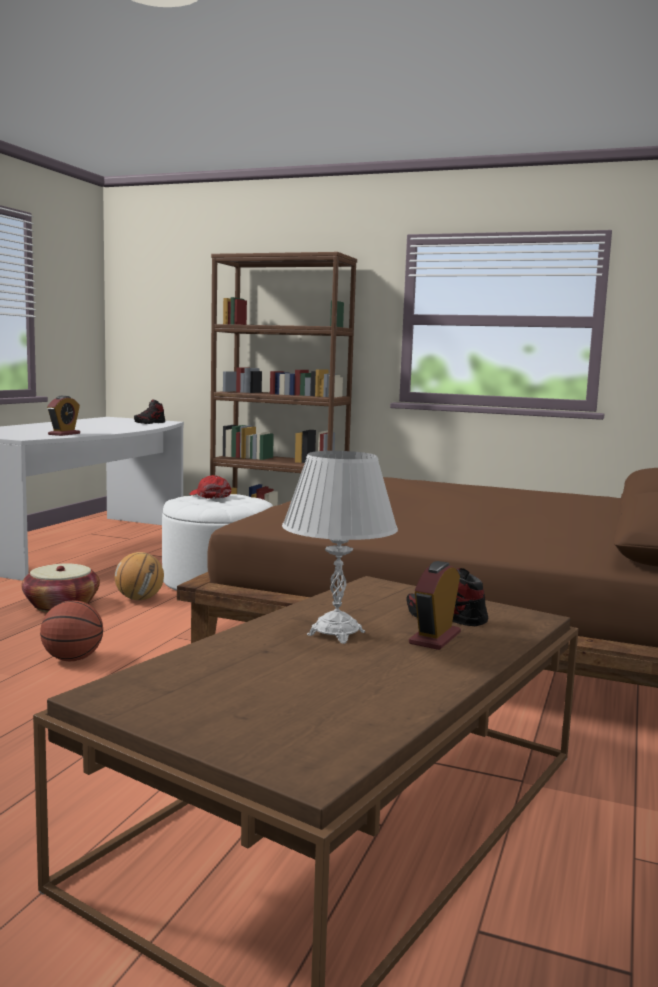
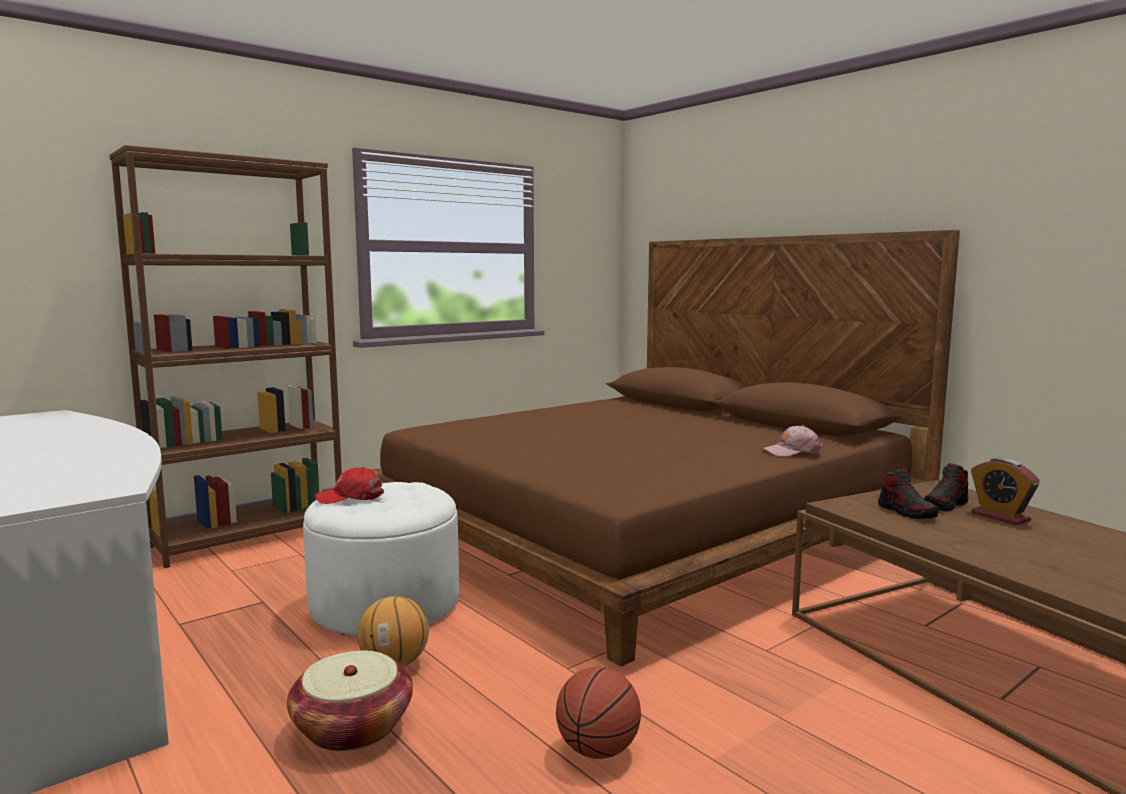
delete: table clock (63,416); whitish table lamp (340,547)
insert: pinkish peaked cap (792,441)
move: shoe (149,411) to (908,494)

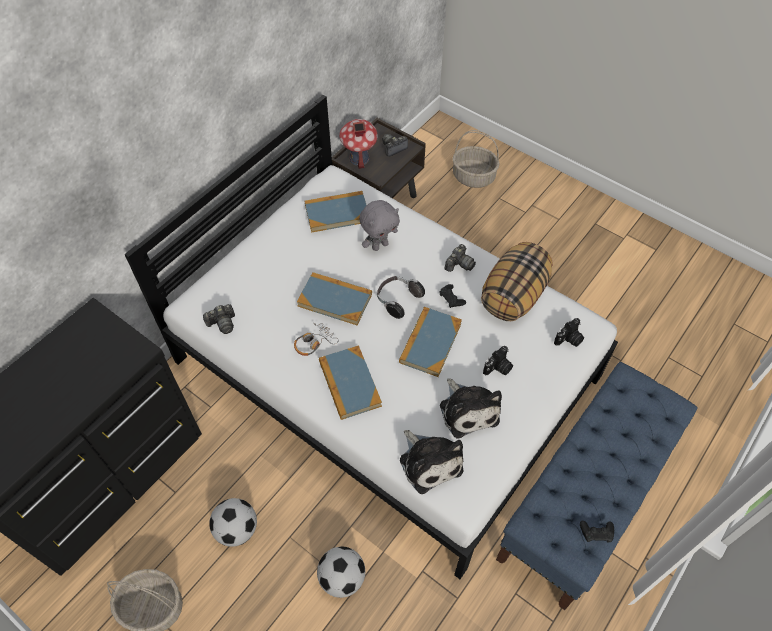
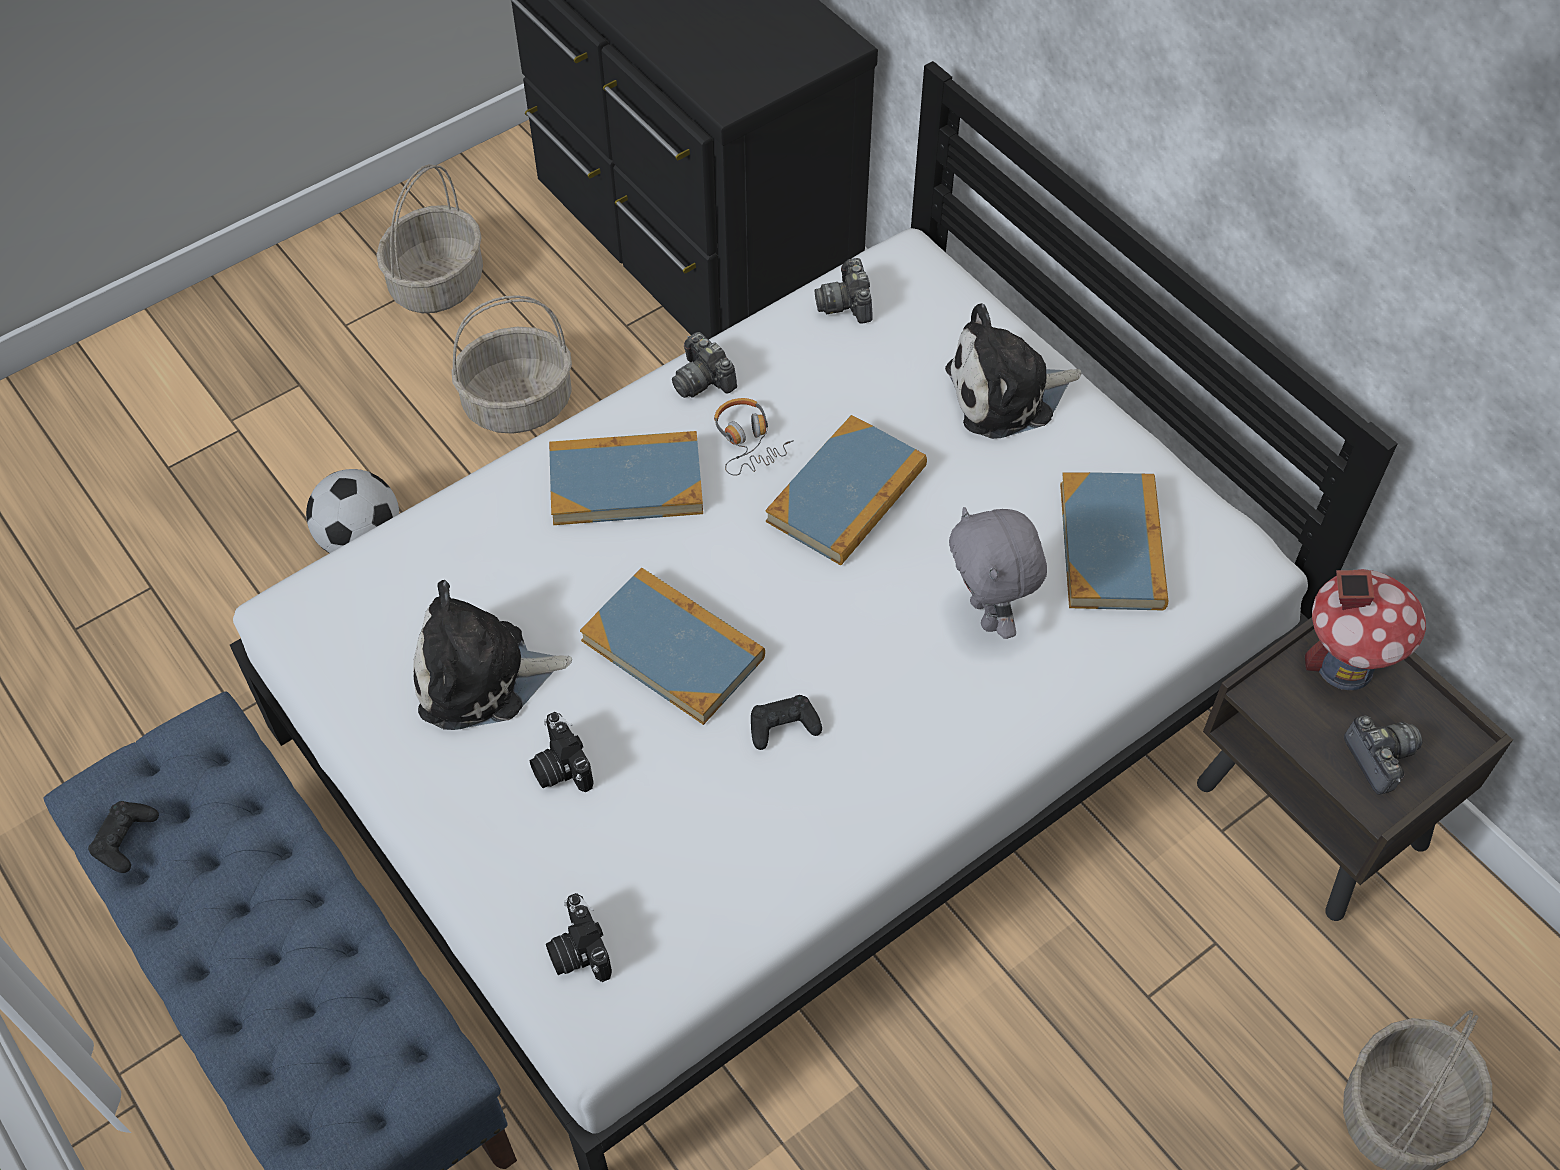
delete: headset (401,297); throw pillow (517,281)
move: soft toy (431,462) to (1013,371); photo camera (460,258) to (704,365)
replace: football ball (233,522) to basket (512,364)

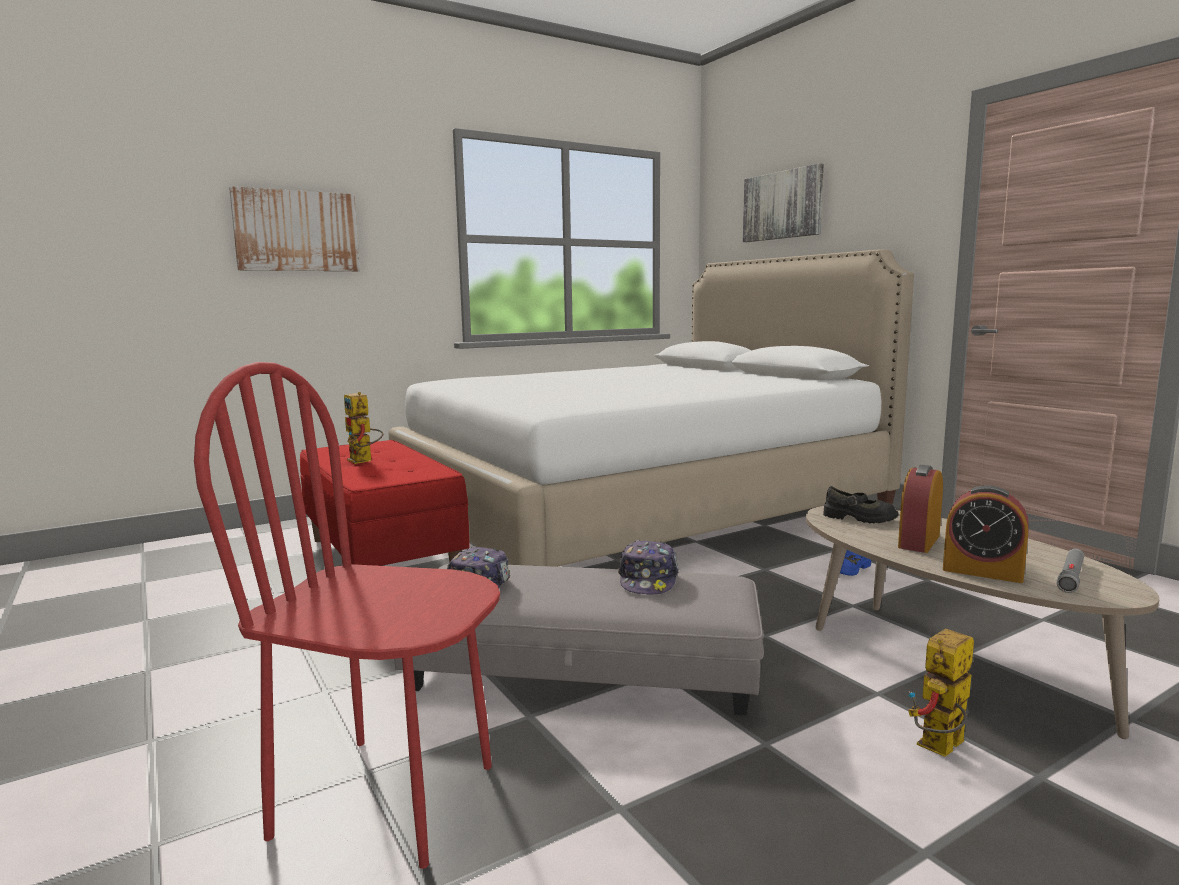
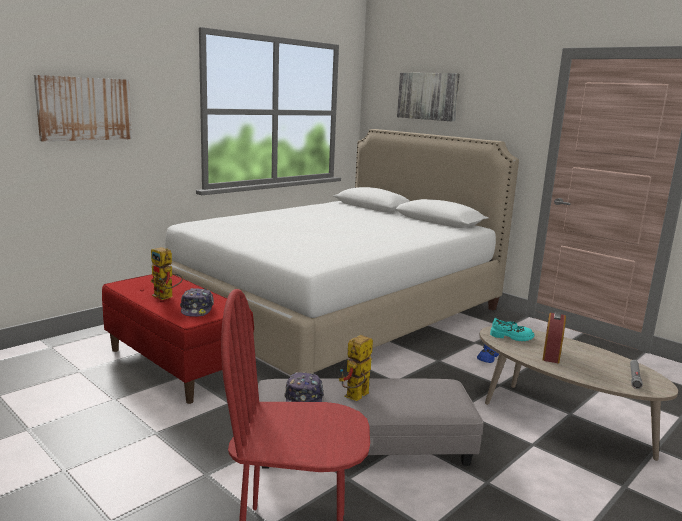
delete: table clock (986,534)
move: peaked cap (648,567) to (197,302); toy robot (941,693) to (356,368)
recolor: blackish shoe (860,505) to turquoise shoe (512,329)

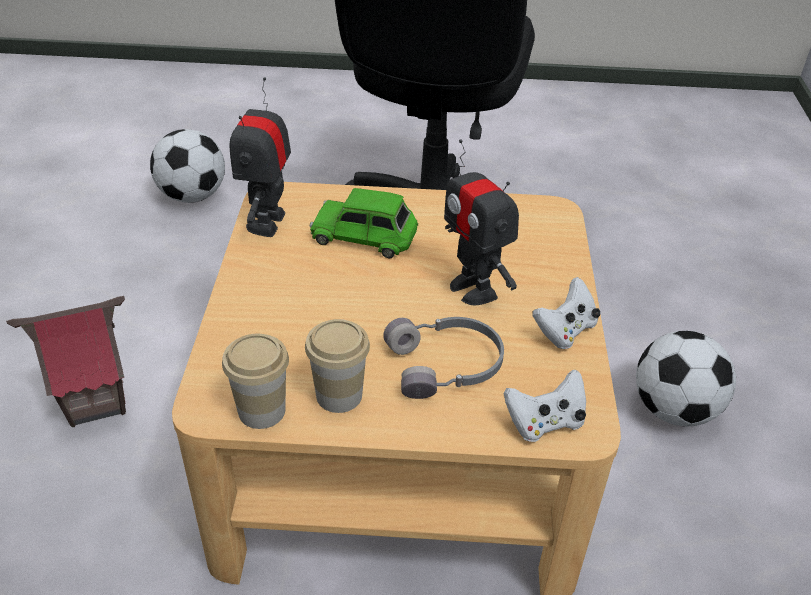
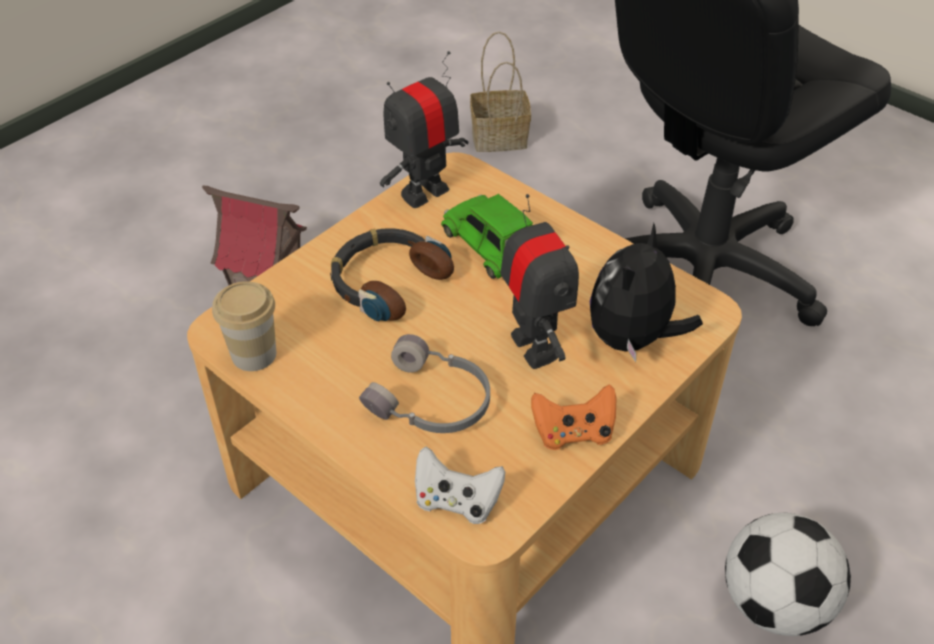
delete: cup (337,366)
insert: headset (392,275); soft toy (646,292)
replace: football ball (187,166) to basket (500,91)
recolor: whitish joypad (566,313) to orange-coloured joypad (573,417)
rotate: toy robot (481,222) = (540,281) 150 degrees clockwise

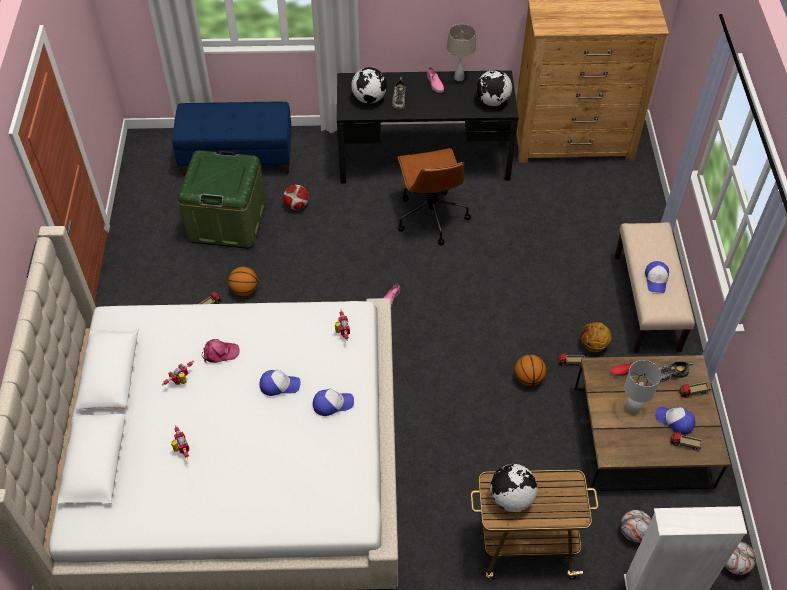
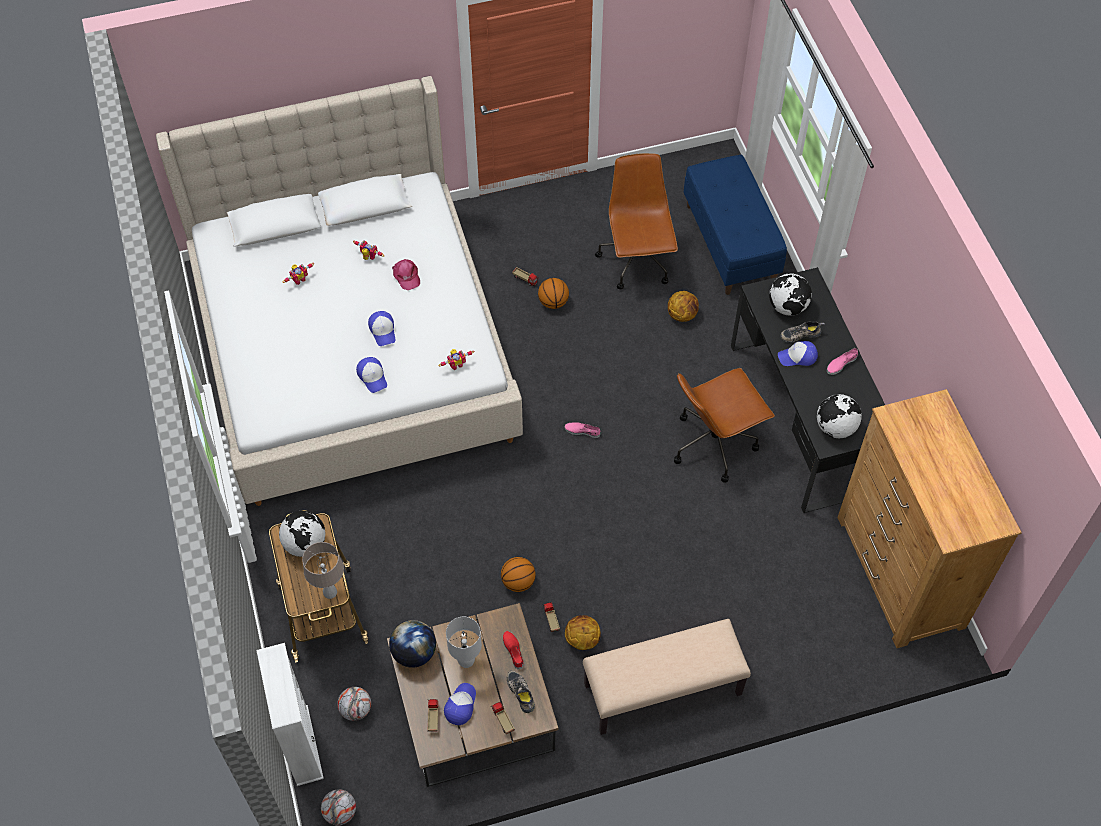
insert: globe (412,644)
move: sand-coloured table lamp (461,52) to (323,570); peaked cap (657,277) to (798,353)
replace: greenish storage container (222,199) to brown computer chair (636,221); football ball (295,197) to ball for basketball (683,306)

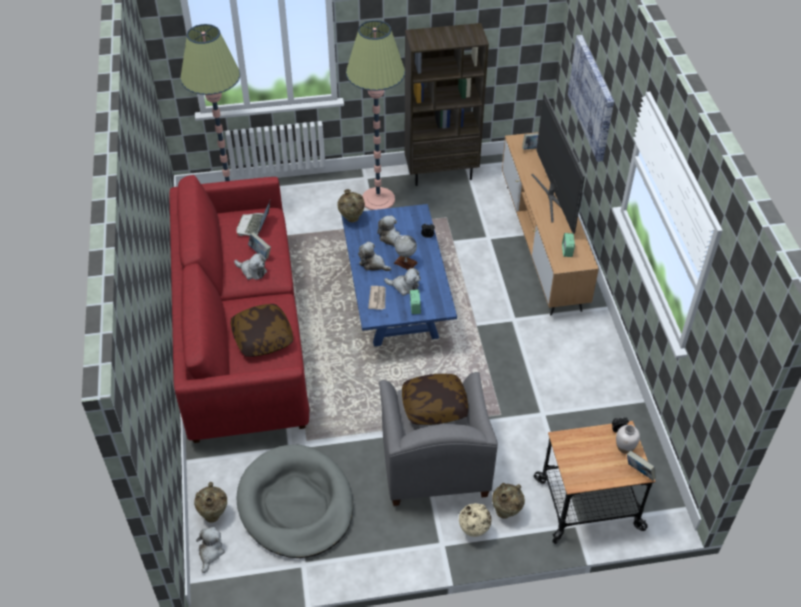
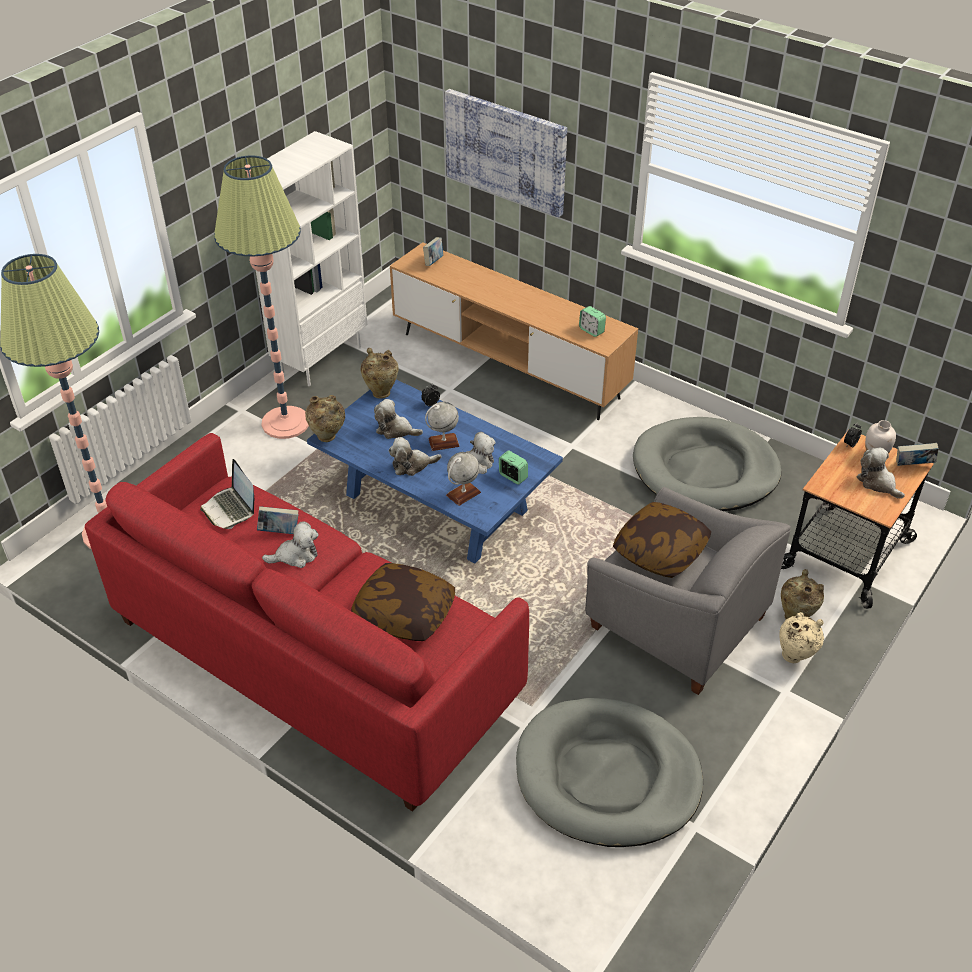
delete: TV set (558,163)
insert: greyish dog cushion (707,464)
move: sand-coloured vase (210,502) to (380,373); soft toy (210,550) to (881,473)
replace: newspaper (377,298) to globe (463,479)
recolor: brown bookshelf (447,104) to whitish bookshelf (311,258)

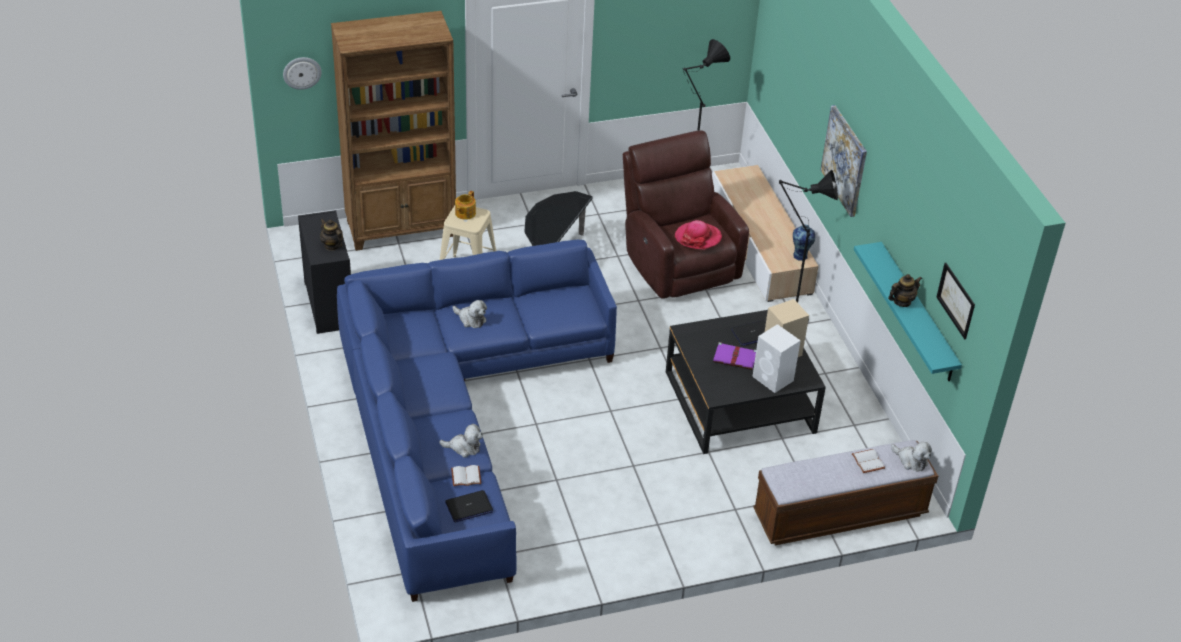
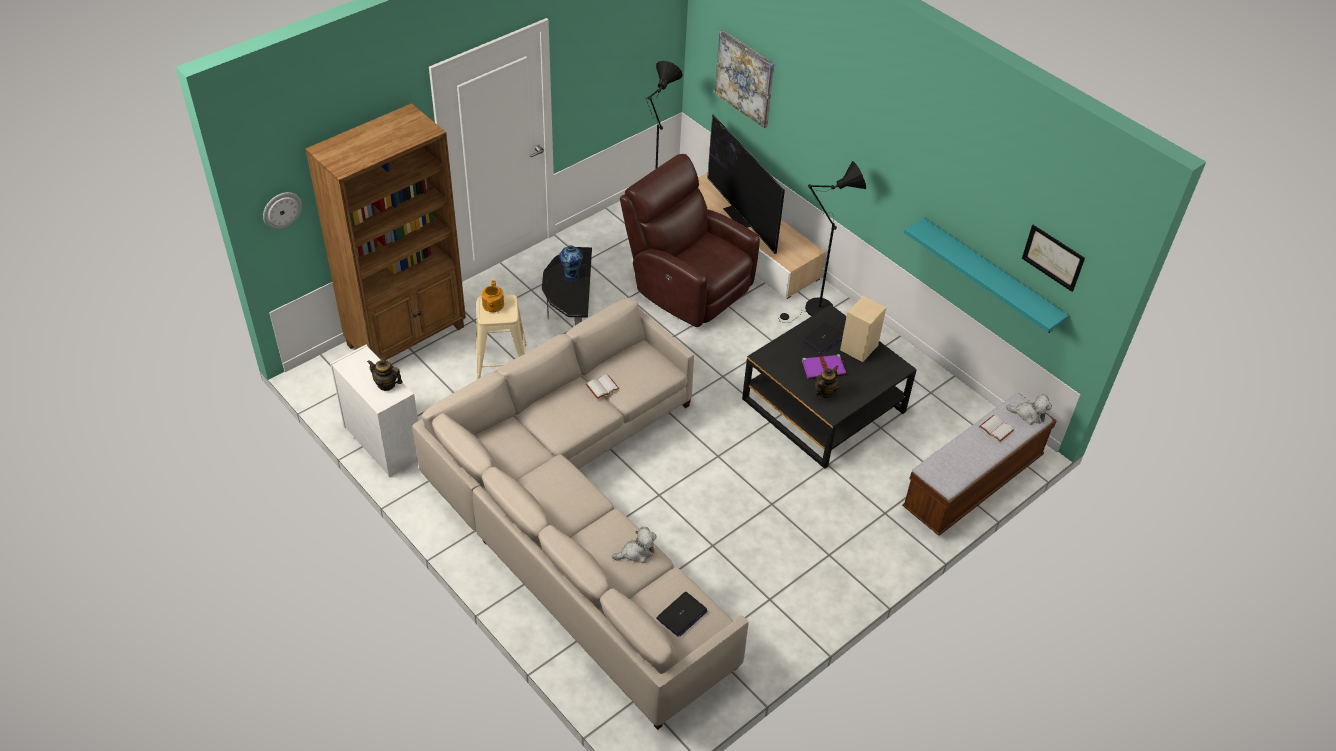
delete: soft toy (470,314); clothing hat (698,234); whitish speaker (776,358)
insert: TV set (746,184)
move: whitish bound book (466,475) to (602,386); vase (804,243) to (571,263); picture (843,161) to (744,79); tea pot (905,290) to (827,381)
recolor: blackish chest of drawers (324,272) to whitish chest of drawers (374,411); blue couch (477,420) to sand-coloured couch (580,513)

